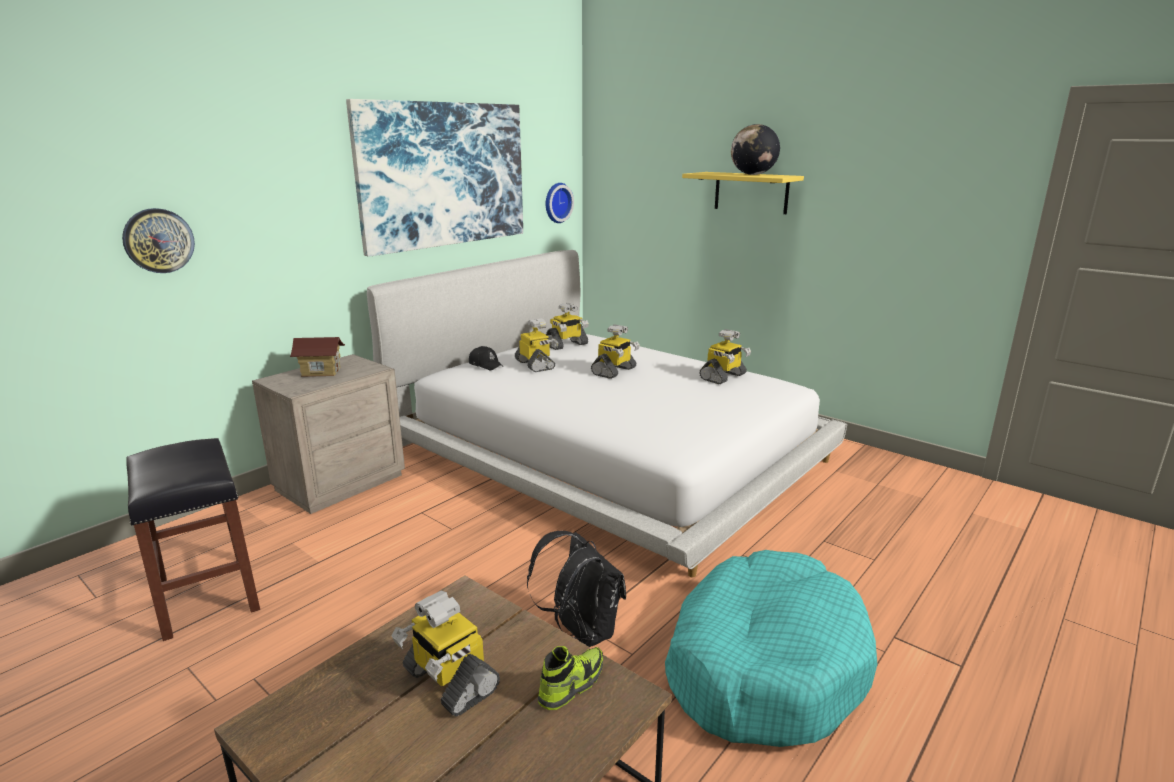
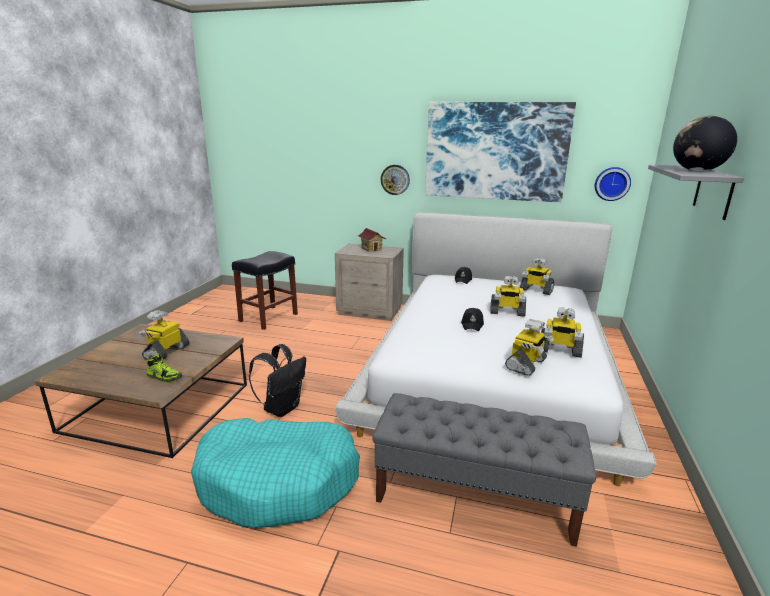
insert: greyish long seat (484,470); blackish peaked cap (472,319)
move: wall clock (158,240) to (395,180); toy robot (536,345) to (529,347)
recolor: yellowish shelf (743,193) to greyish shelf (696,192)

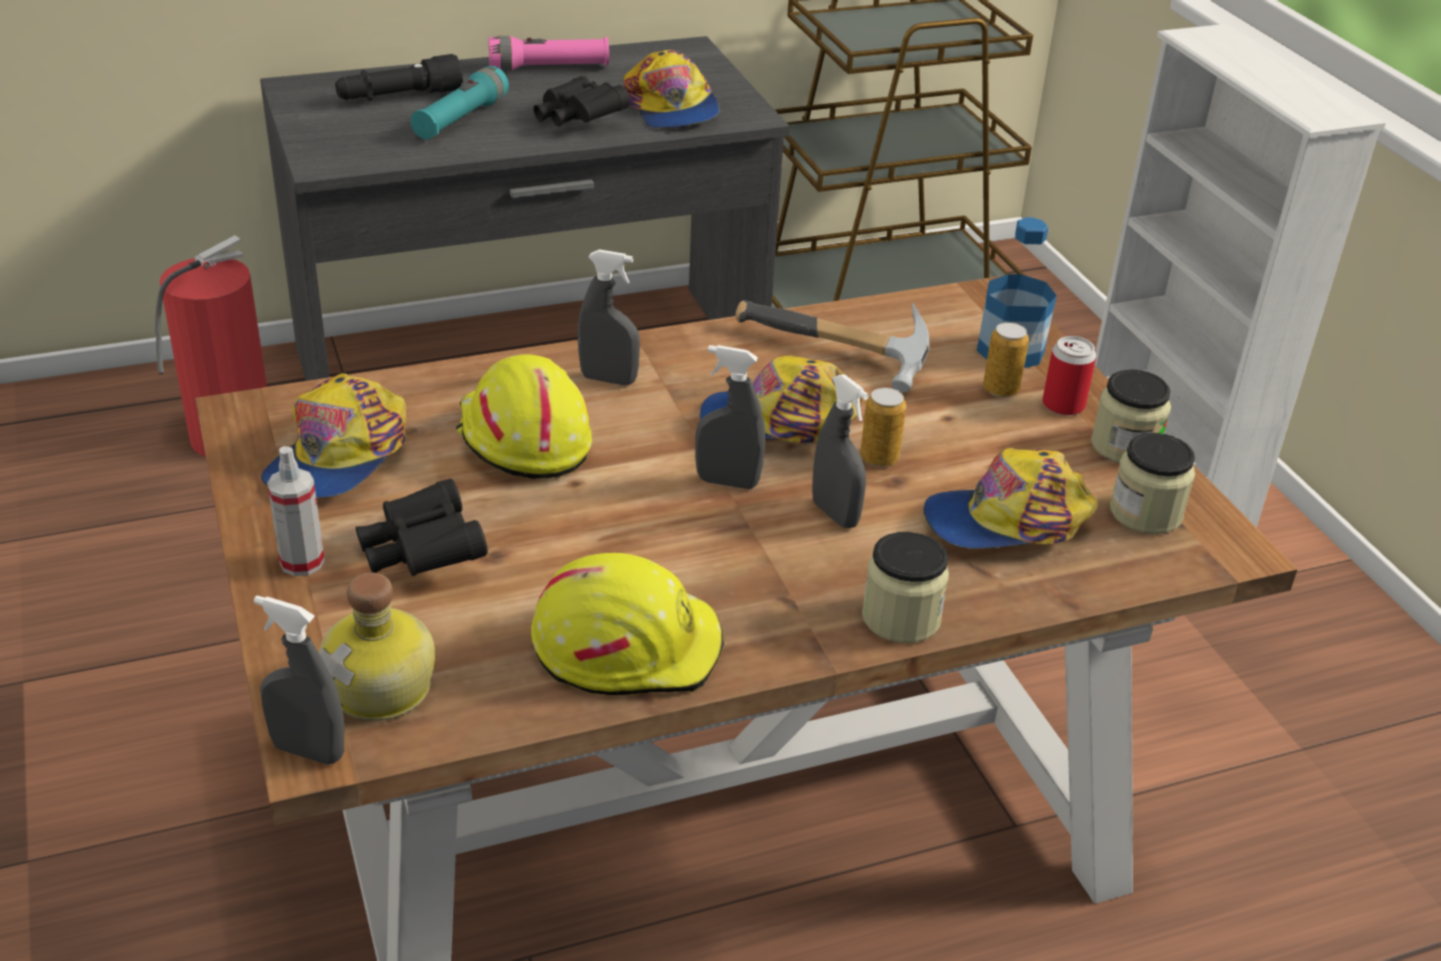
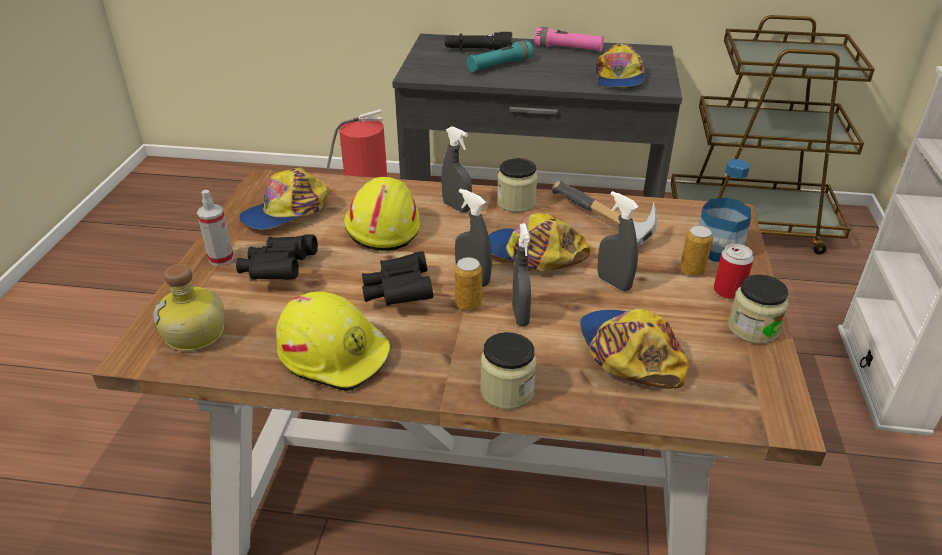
move: greyish hand sprayer (299,680) to (618,241); blackish pair of binoculars (582,101) to (397,278); metal can (883,427) to (468,284); storage jar (1152,483) to (517,185)
rotate: peaked cap (1010,498) = (634,348) 60 degrees clockwise

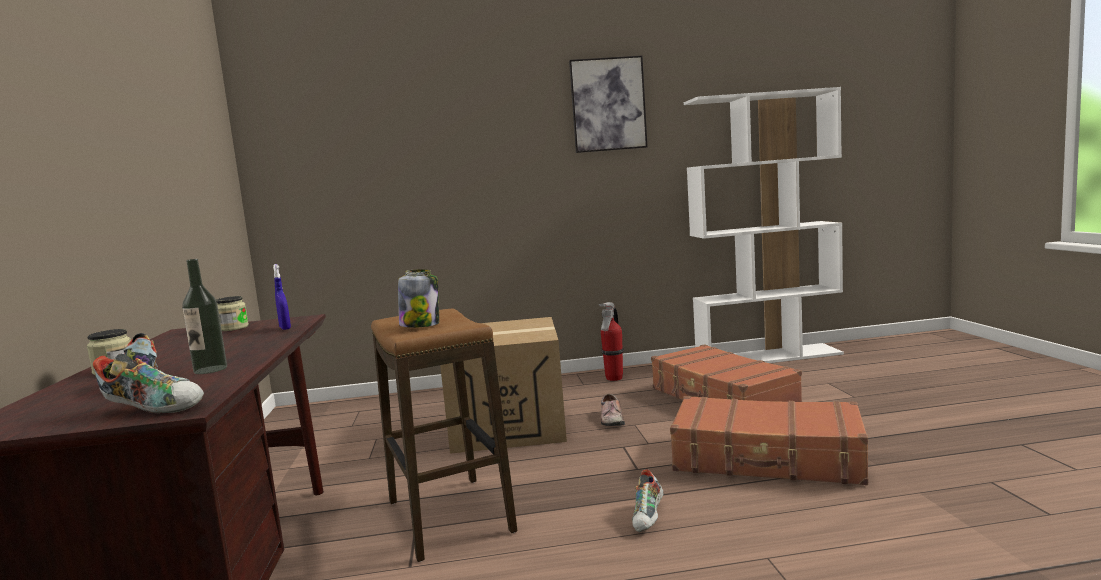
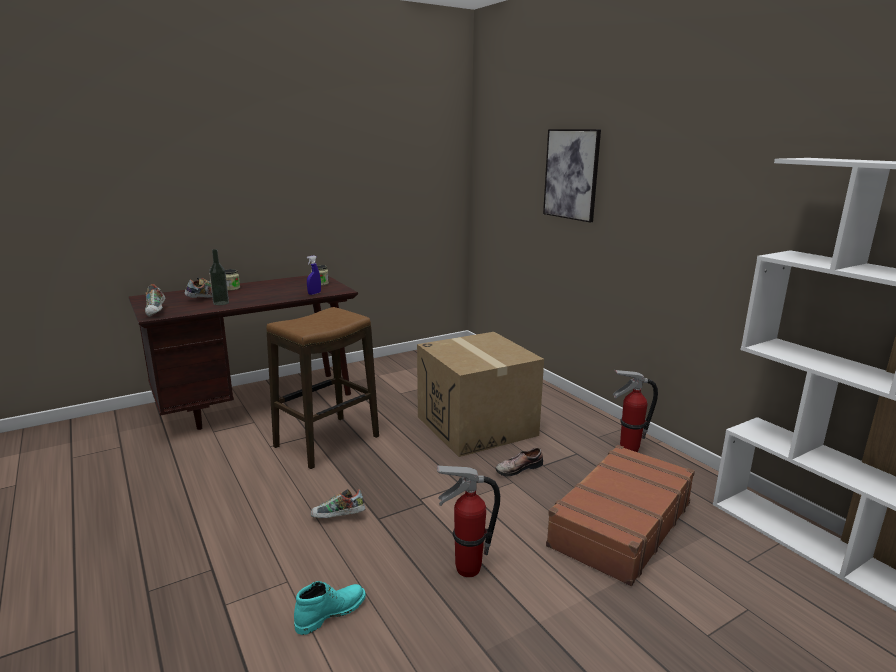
delete: storage jar (418,298)
insert: turquoise boot (330,608)
move: picture (608,104) to (572,176)
replace: brown travel case (769,440) to fire-fighting cylinder (468,521)

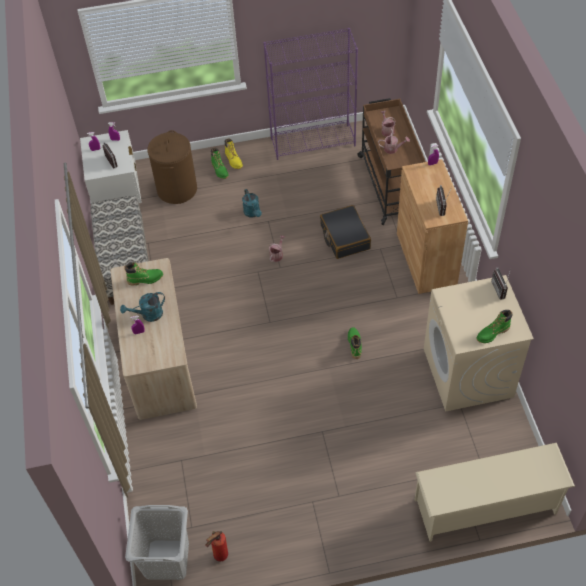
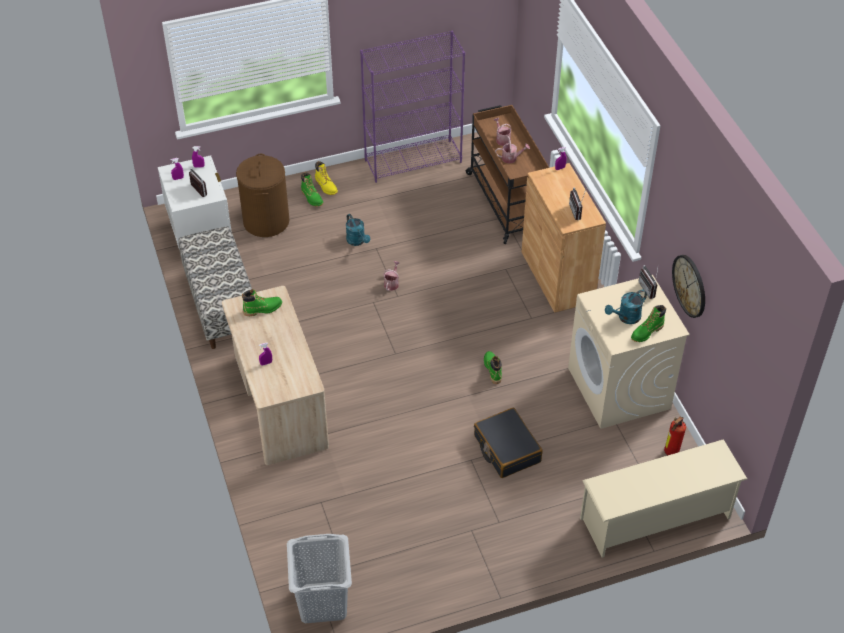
insert: wall clock (688,286)
move: turquoise sprinkling can (142,307) to (626,306); fire-fighting cylinder (217,546) to (675,435); blackish travel case (345,232) to (508,443)

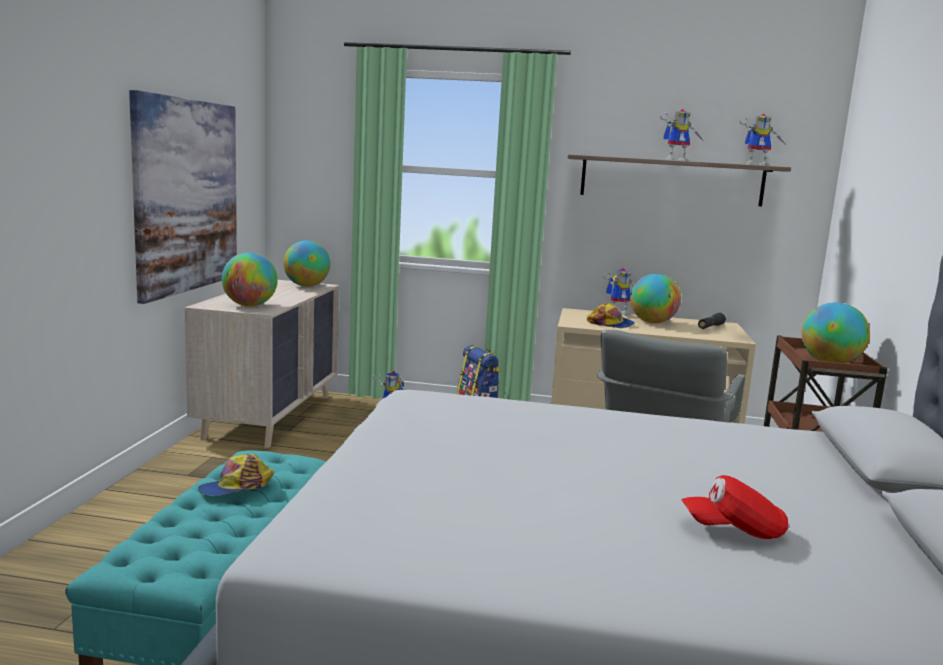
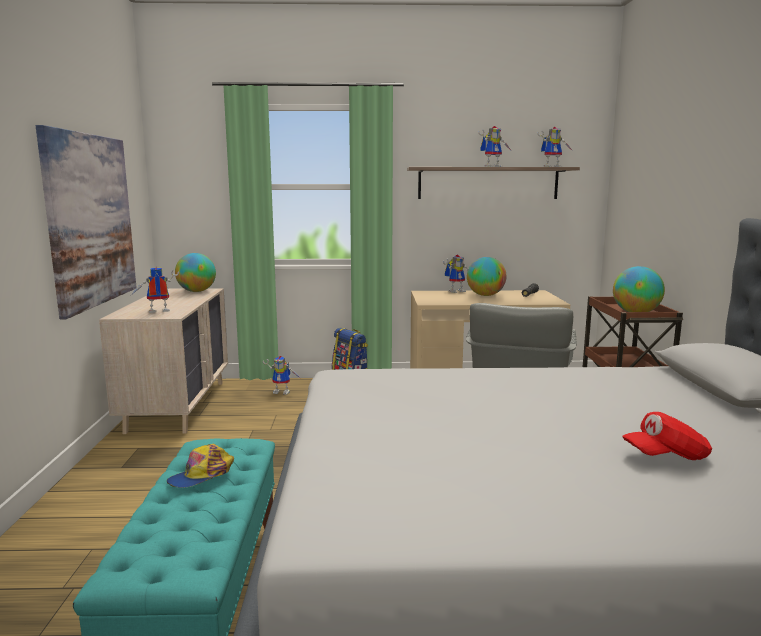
delete: peaked cap (611,315)
replace: globe (250,279) to toy robot (155,290)

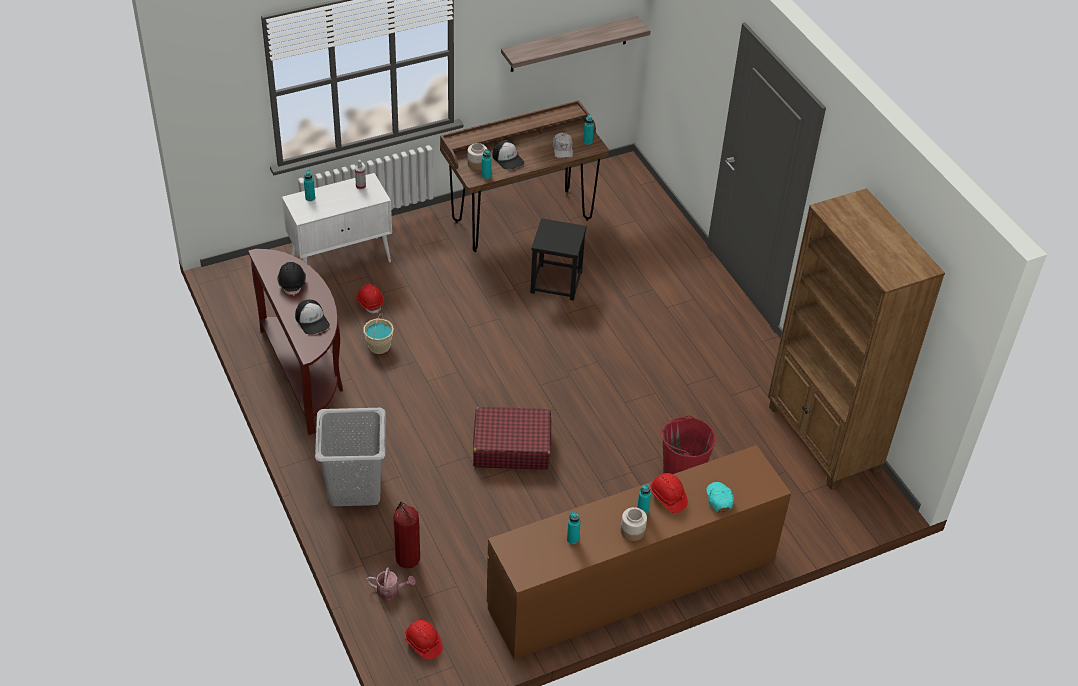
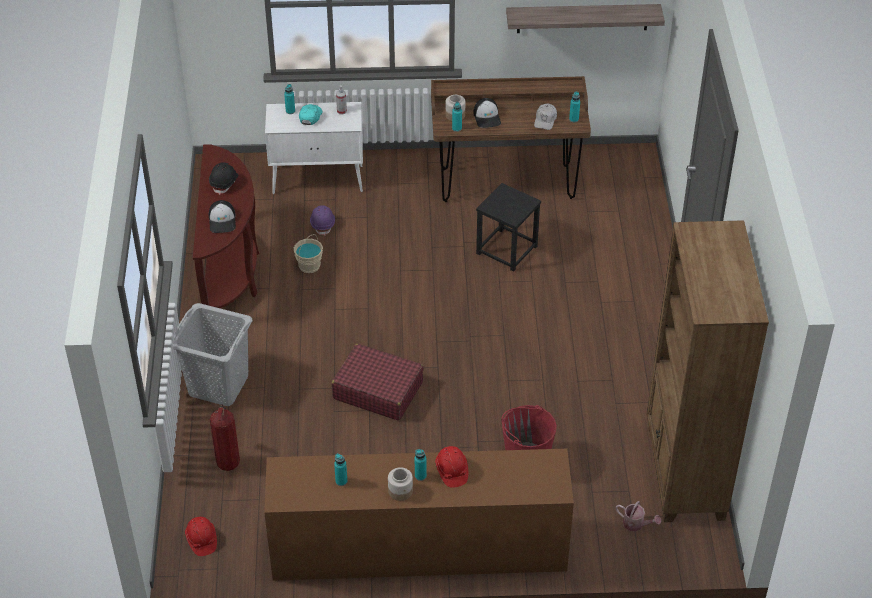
move: sprinkling can (391,583) to (638,516); turquoise peaked cap (720,497) to (310,114)
recolor: red-coloured safety helmet (370,298) to purple safety helmet (322,220)

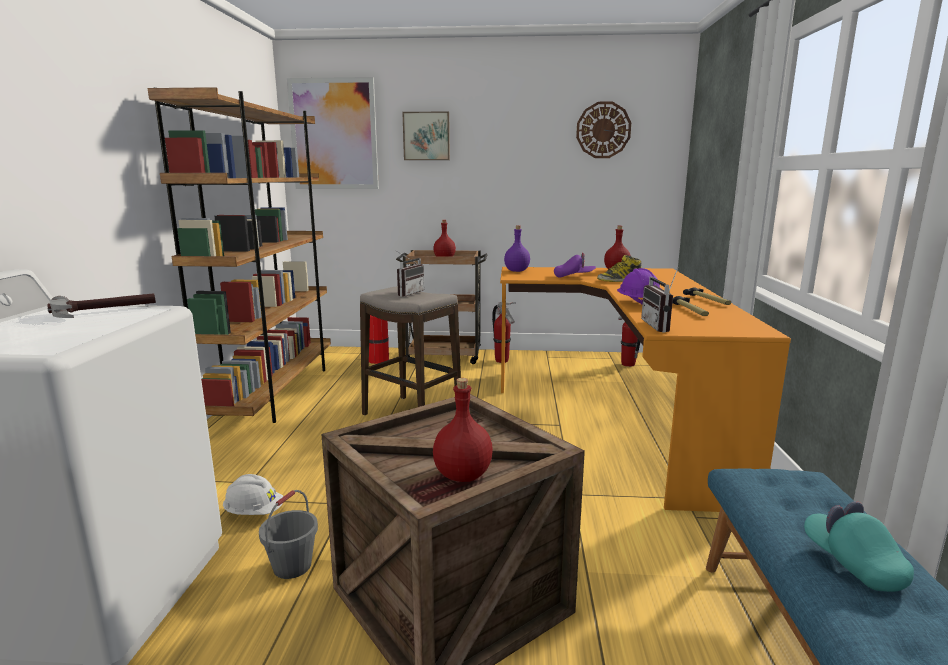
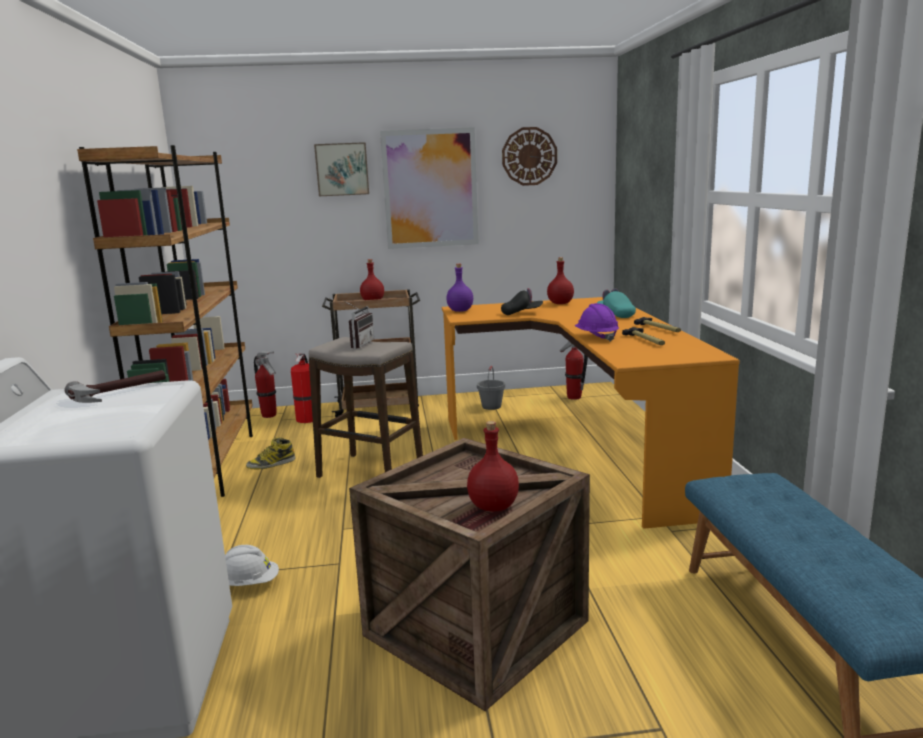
delete: radio set (659,299)
move: greyish pail (288,534) to (491,387); picture (333,133) to (429,188); fire-fighting cylinder (504,332) to (265,384); boot (619,268) to (271,453); turquoise peaked cap (859,546) to (616,303)
recolor: purple peaked cap (575,265) to blackish peaked cap (522,301)

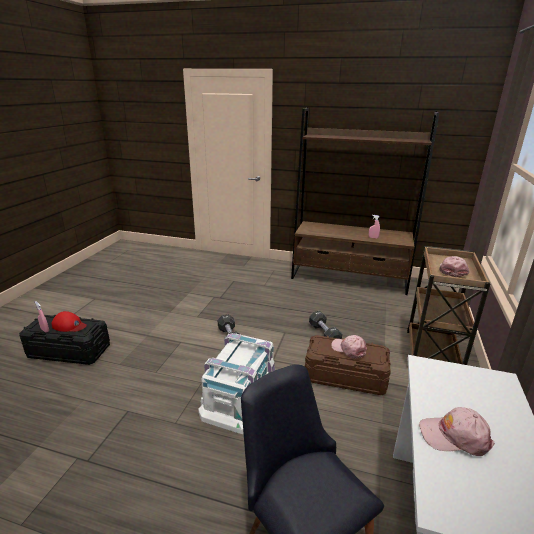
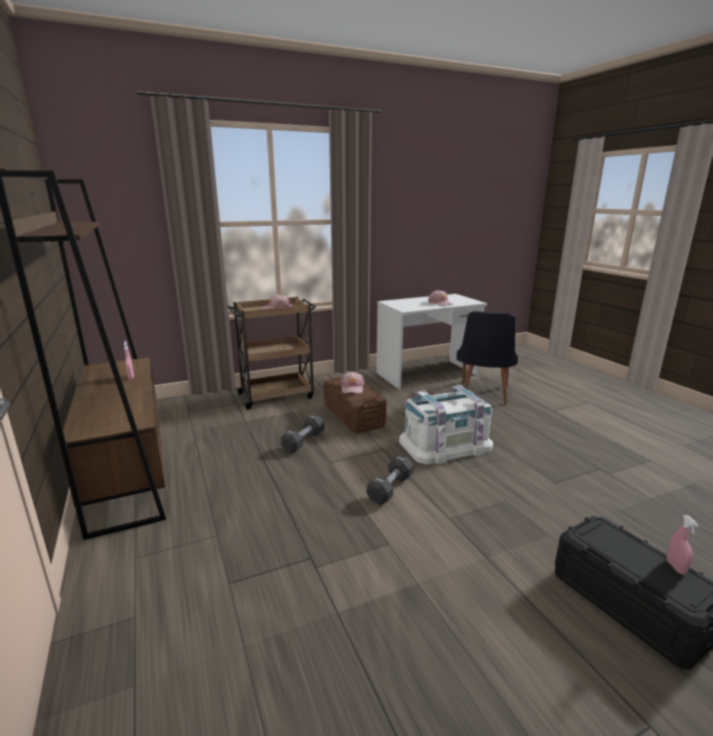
delete: red-coloured peaked cap (69,321)

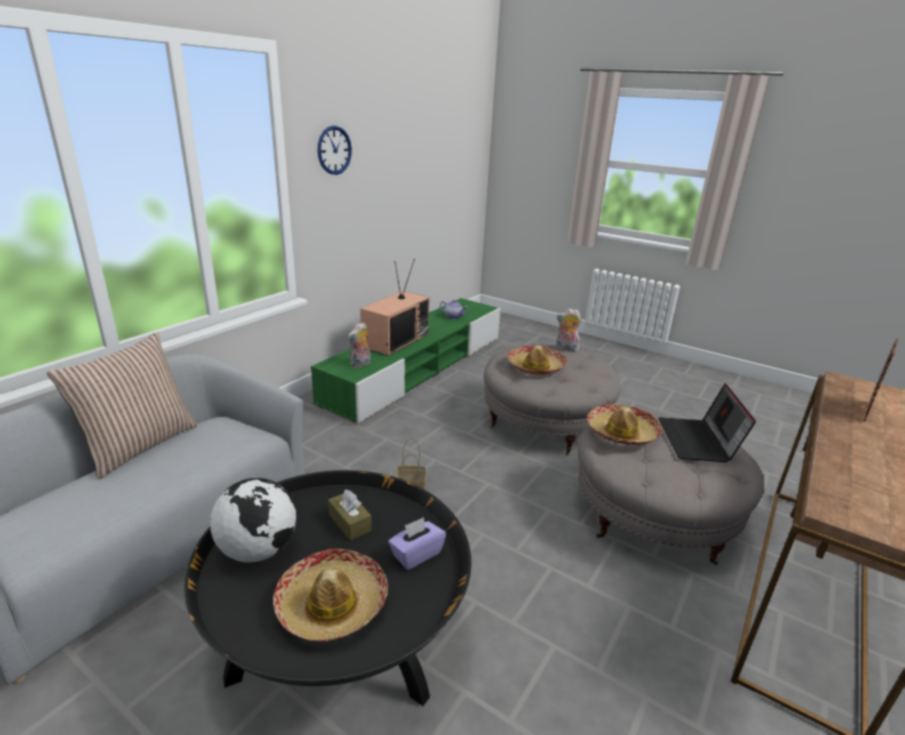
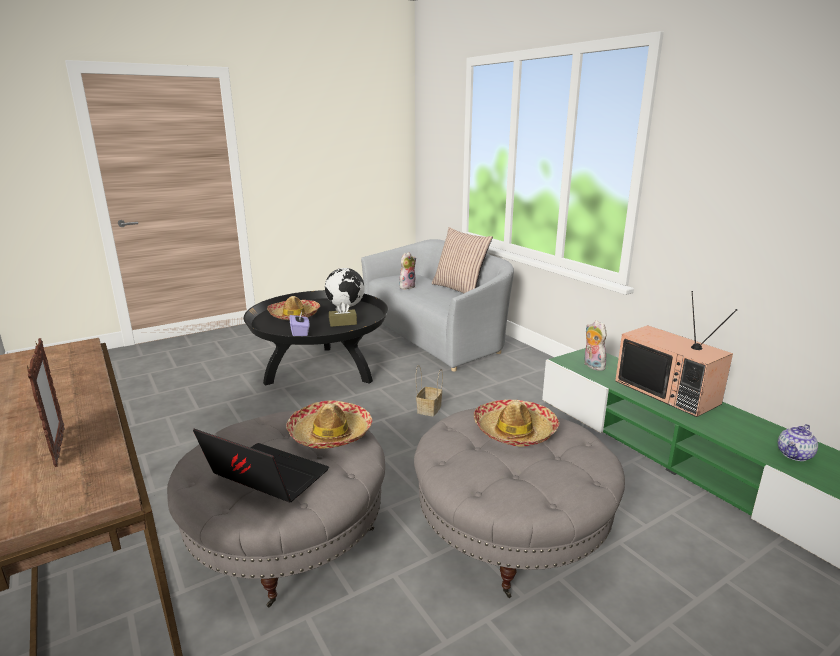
delete: wall clock (334,150)
move: soft toy (569,330) to (407,270)

